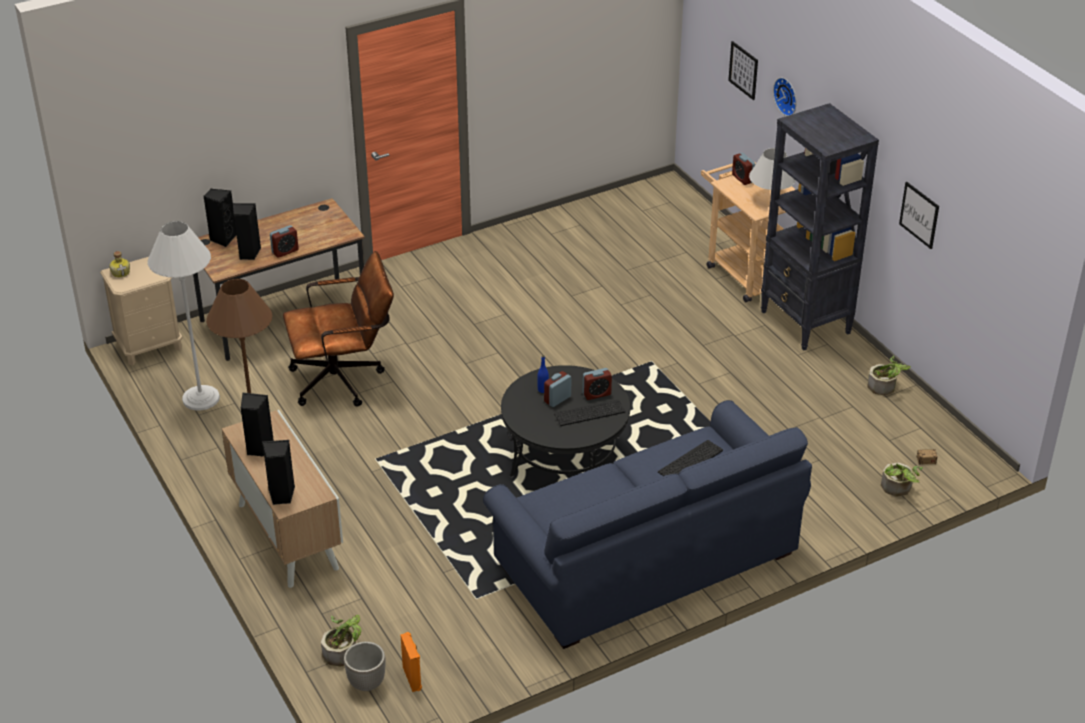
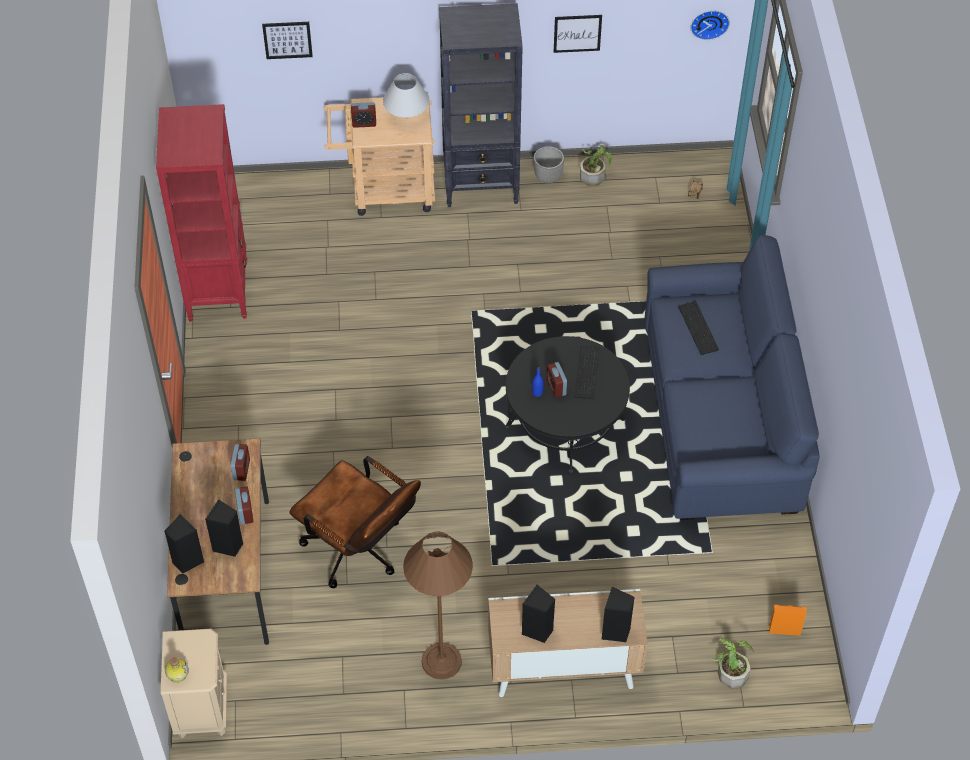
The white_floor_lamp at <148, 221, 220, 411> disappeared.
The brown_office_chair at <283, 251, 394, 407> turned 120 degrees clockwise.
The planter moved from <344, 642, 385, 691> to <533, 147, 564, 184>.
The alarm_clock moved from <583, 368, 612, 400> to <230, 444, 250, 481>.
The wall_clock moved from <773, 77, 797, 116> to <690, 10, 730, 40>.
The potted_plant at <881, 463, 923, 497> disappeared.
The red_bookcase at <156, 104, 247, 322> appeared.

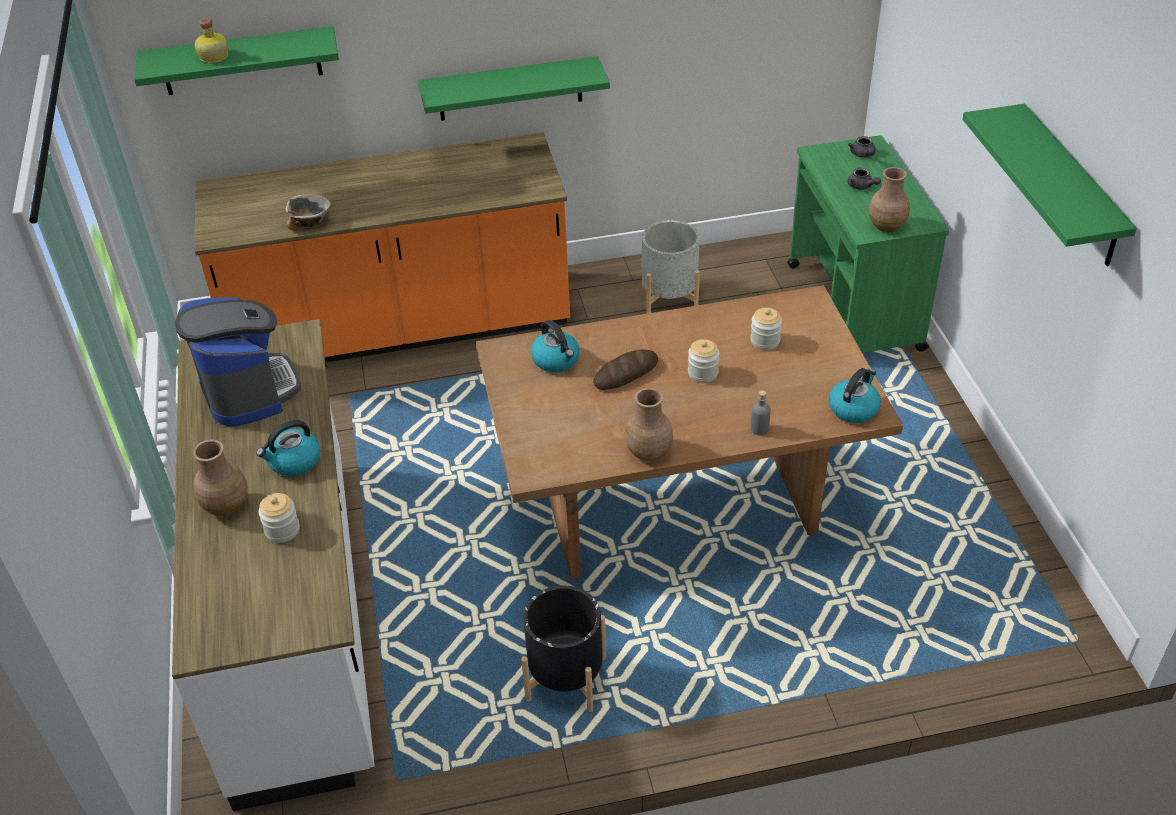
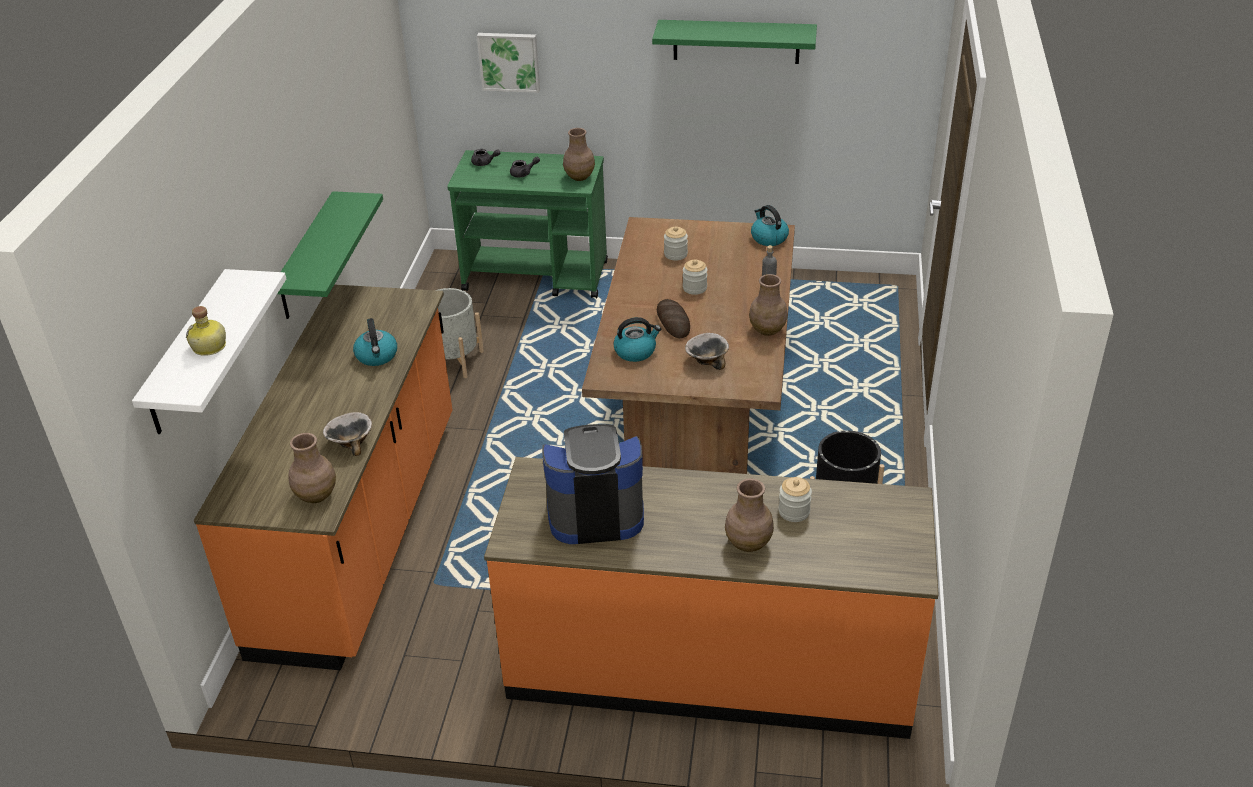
The green_shelf at <134, 26, 339, 95> became the white_shelf at <132, 269, 286, 434>.
The white_counter at <172, 319, 375, 811> became the orange_counter at <484, 457, 939, 739>.
The kettle moved from <256, 420, 320, 476> to <353, 318, 397, 366>.
The brown_vase at <289, 433, 336, 503> appeared.
The picture at <477, 33, 540, 93> appeared.
The bowl at <685, 333, 729, 370> appeared.

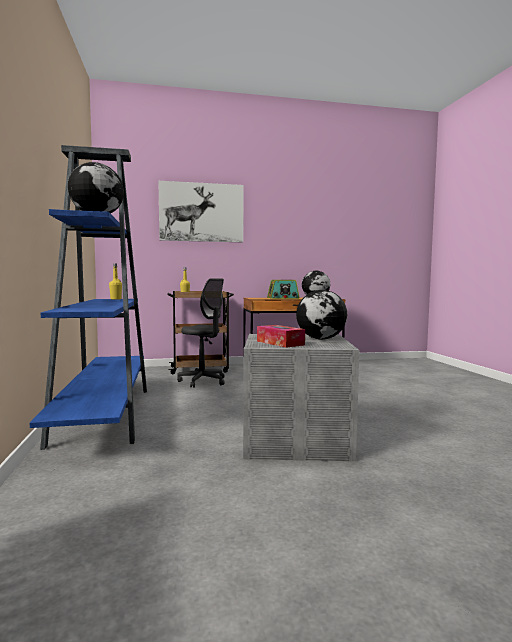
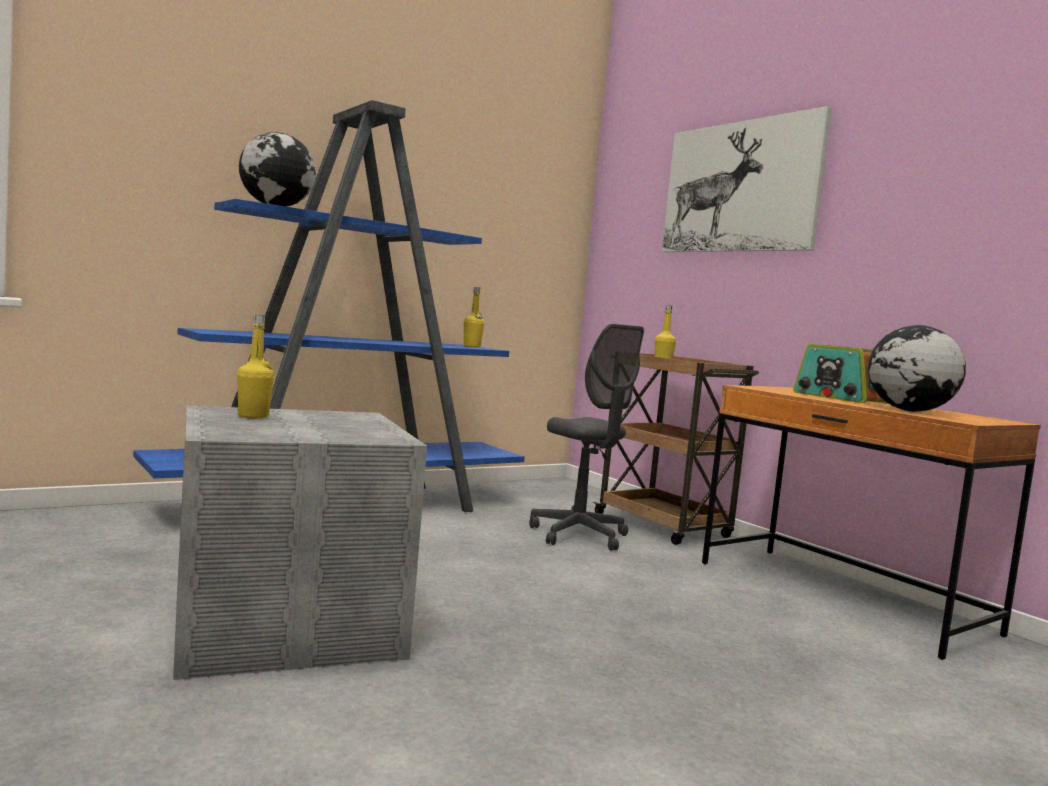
The grey_office_chair at <177, 278, 225, 388> turned 45 degrees counterclockwise.
The tissue_box at <257, 325, 305, 348> was replaced by the yellow_bottle at <237, 315, 274, 419>.
The globe at <296, 290, 347, 340> disappeared.

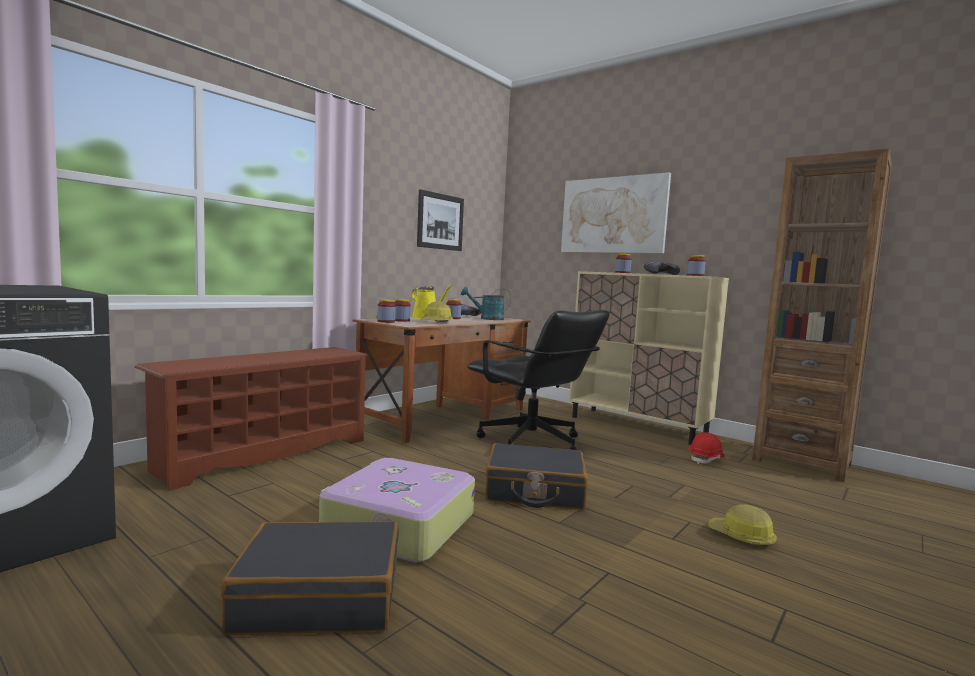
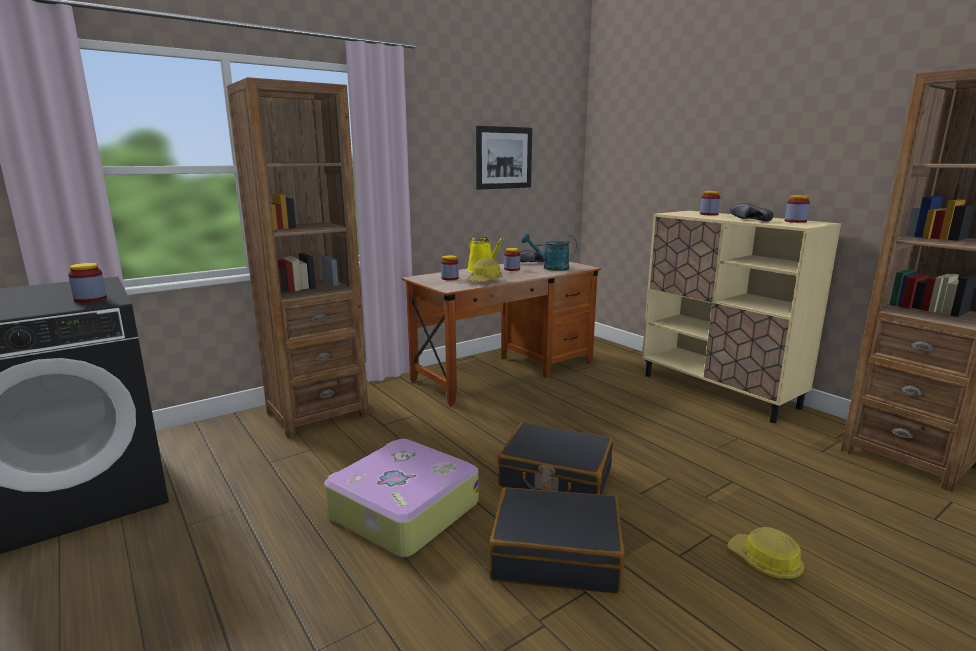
The brown_shoe_rack at <134, 347, 369, 491> was replaced by the brown_bookcase at <227, 77, 369, 438>.
The black_suitcase moved from <221, 521, 399, 635> to <489, 487, 625, 593>.
The jar moved from <377, 299, 396, 323> to <68, 263, 107, 303>.
The black_office_chair at <467, 310, 609, 450> disappeared.
The picture at <561, 172, 671, 253> disappeared.
The red_hard_hat at <689, 432, 725, 464> disappeared.

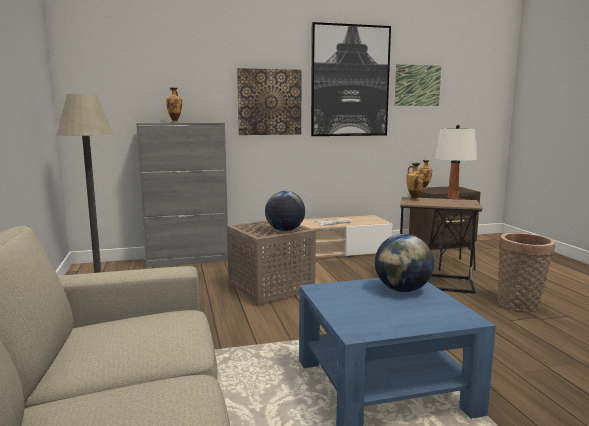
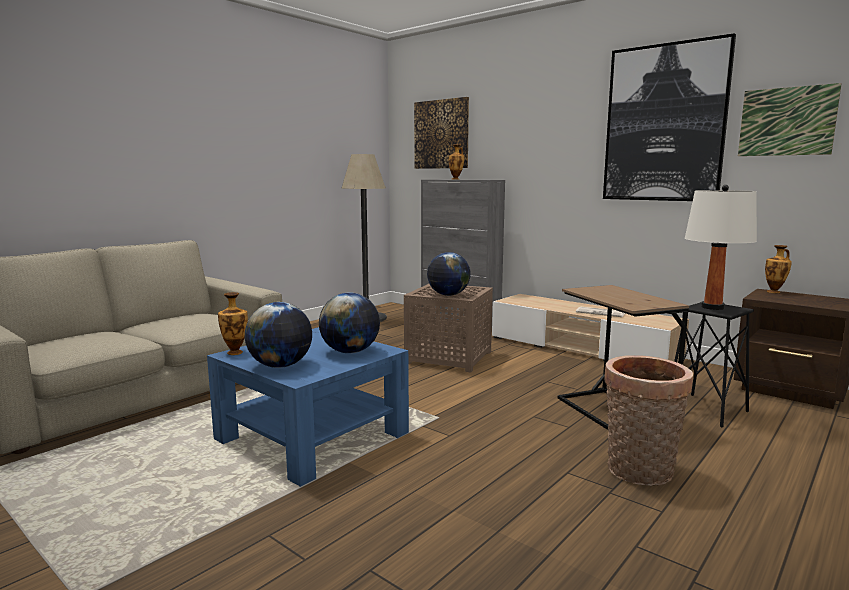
The picture moved from <237, 68, 301, 135> to <414, 97, 469, 169>.
The vase moved from <406, 163, 424, 201> to <218, 292, 248, 355>.
The globe at <245, 302, 312, 368> appeared.

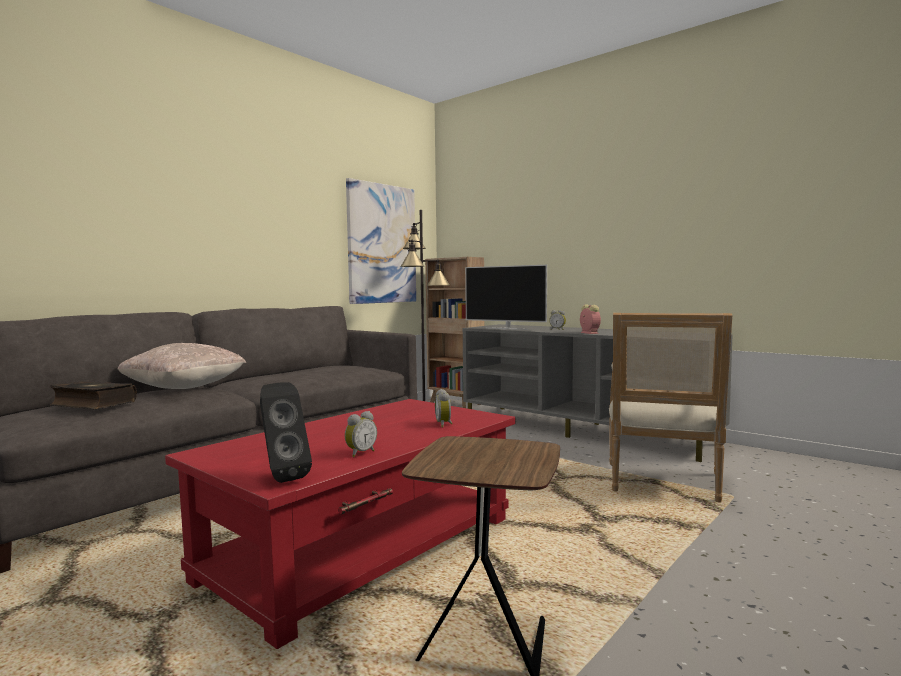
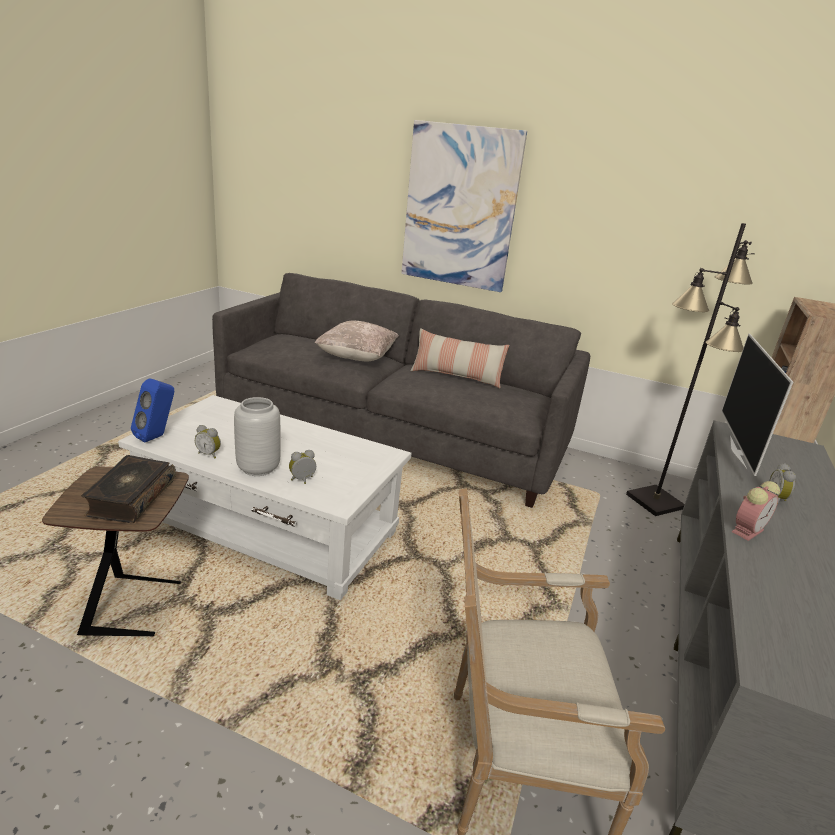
The book moved from <50, 381, 137, 409> to <81, 455, 176, 523>.
The red_coffee_table at <165, 399, 515, 649> became the white_coffee_table at <118, 395, 412, 600>.
The black_speaker at <260, 382, 312, 483> became the blue_speaker at <131, 378, 174, 443>.
The picture moved from <346, 178, 416, 304> to <401, 120, 527, 292>.
The grey_vase at <234, 397, 281, 476> appeared.
The pillow at <411, 328, 509, 388> appeared.

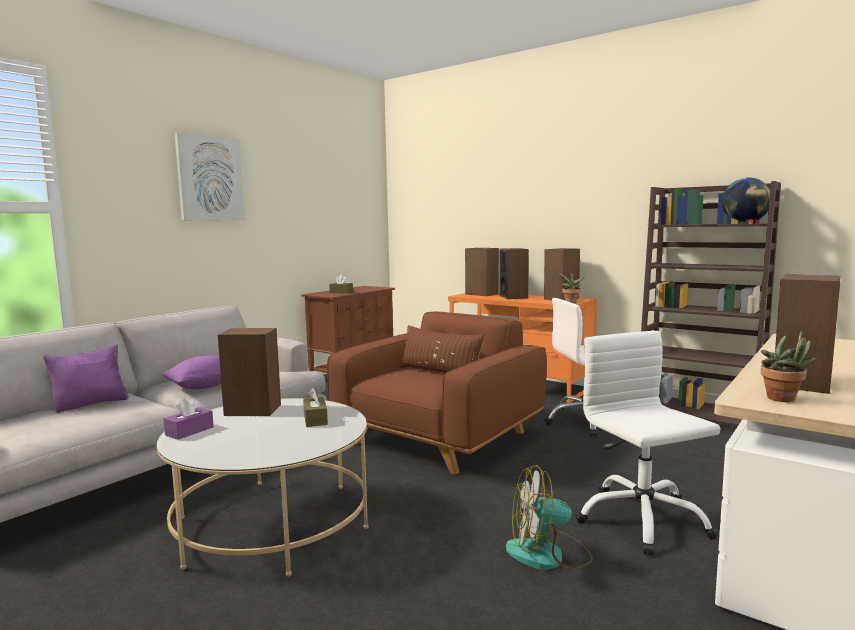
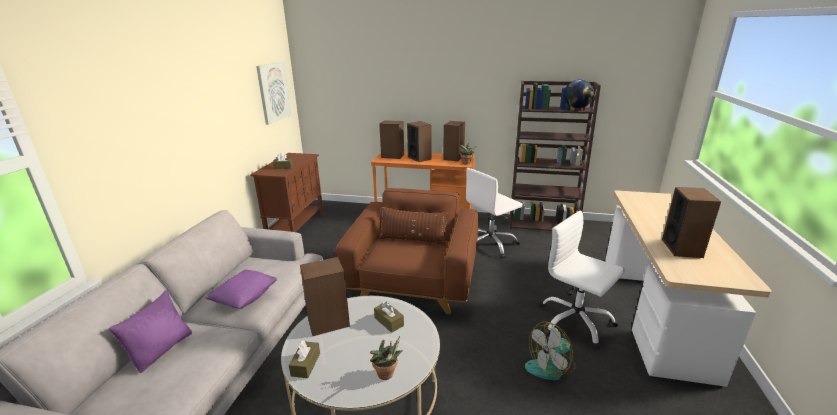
The purple_tissue_box at <164, 397, 214, 440> became the brown_tissue_box at <289, 340, 320, 378>.
The picture moved from <175, 133, 245, 220> to <256, 62, 291, 125>.
The potted_plant moved from <761, 330, 817, 402> to <370, 336, 403, 380>.

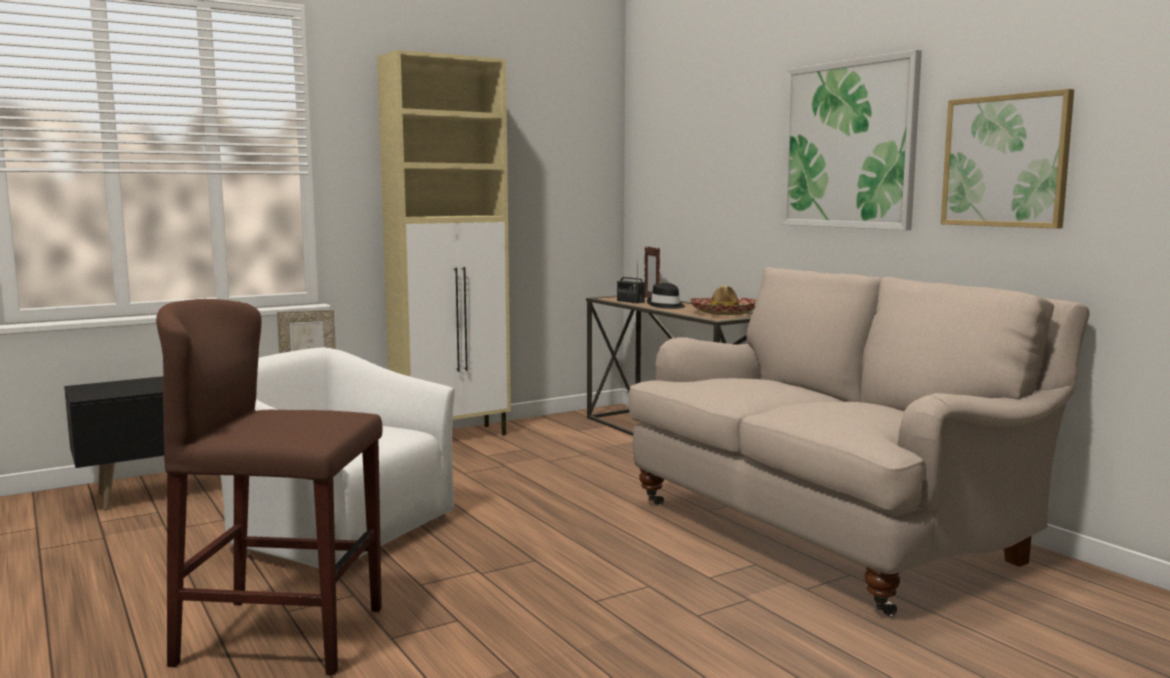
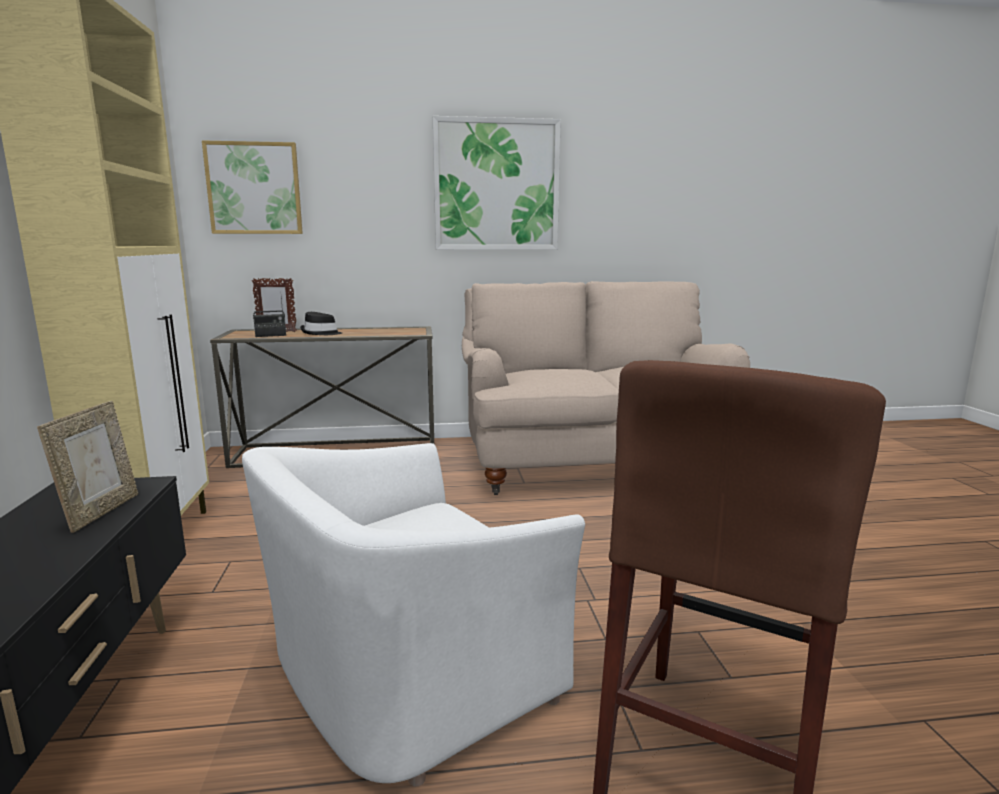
The hat at <690, 285, 757, 315> disappeared.
The picture moved from <941, 89, 1074, 229> to <202, 140, 303, 234>.

